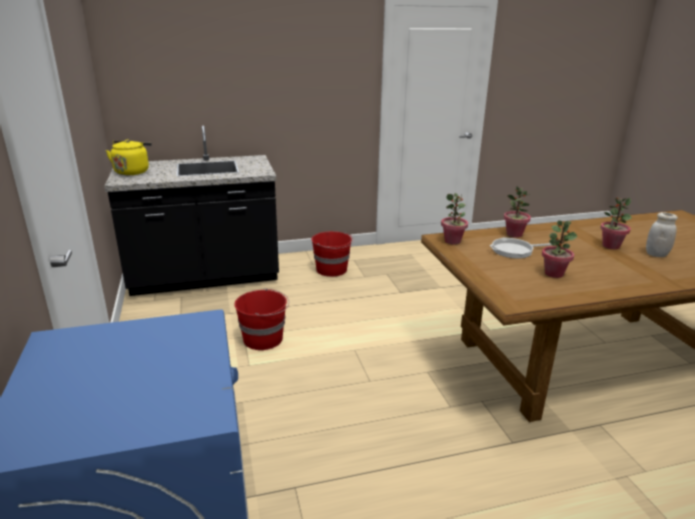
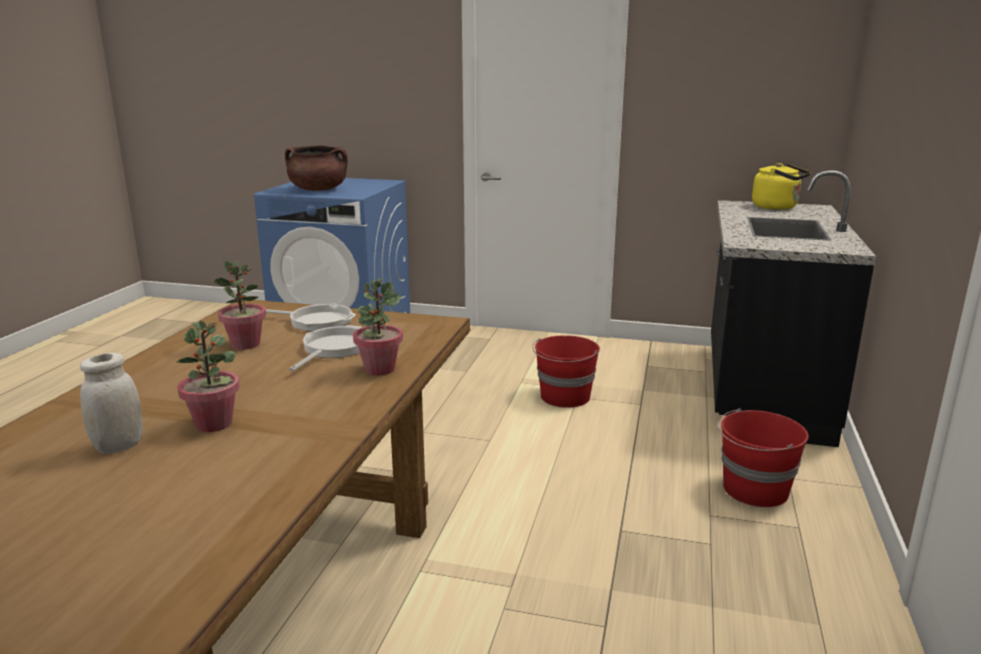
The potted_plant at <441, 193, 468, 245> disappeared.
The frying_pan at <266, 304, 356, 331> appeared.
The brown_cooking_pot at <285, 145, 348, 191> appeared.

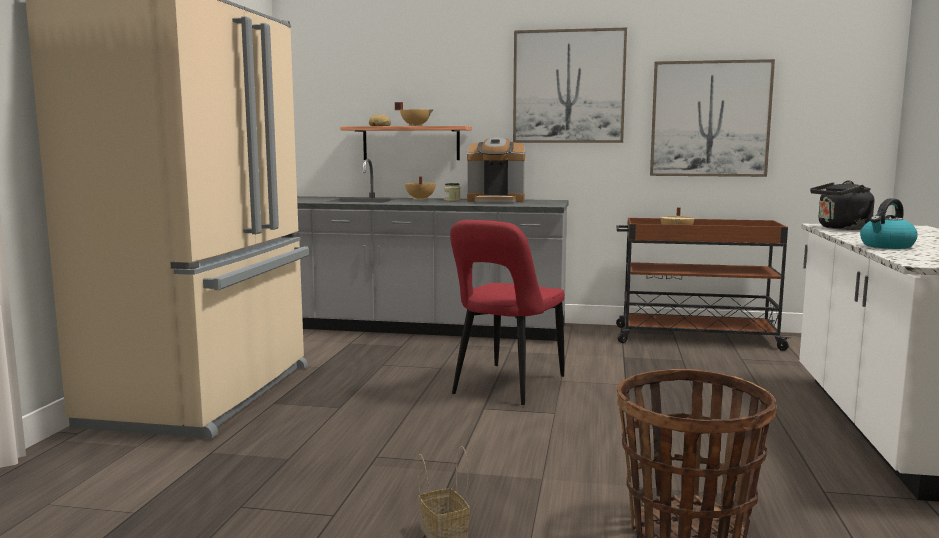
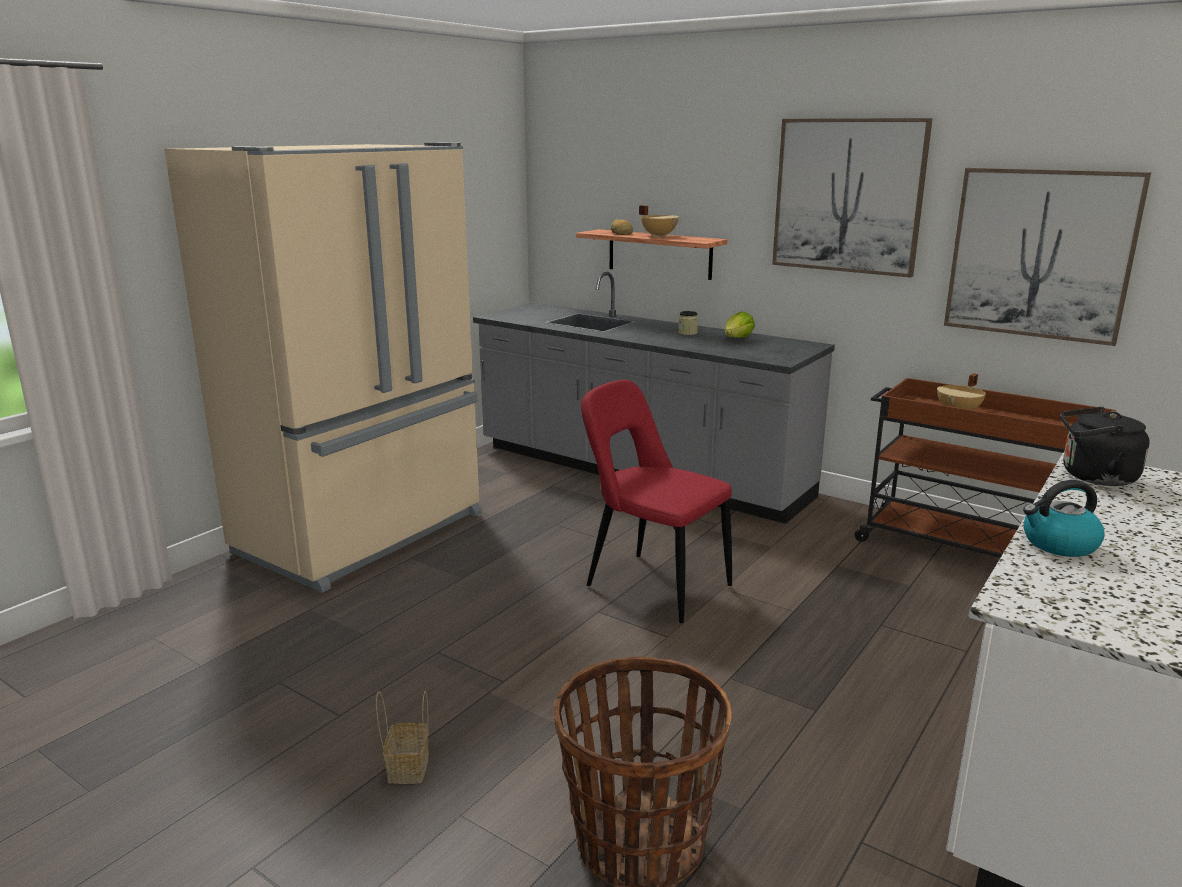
The beige_cooking_pot at <405, 176, 436, 200> disappeared.
The red_chair at <450, 220, 565, 405> turned 75 degrees clockwise.
The coffee_machine at <467, 137, 525, 203> was replaced by the lettuce at <725, 311, 755, 338>.

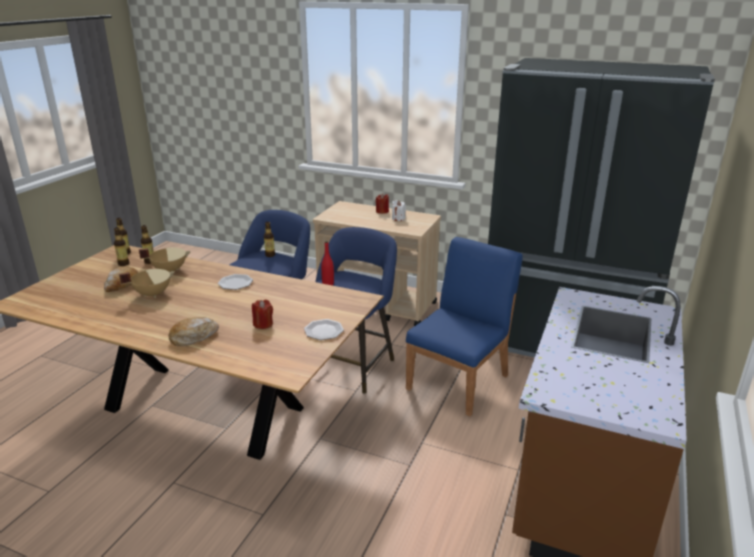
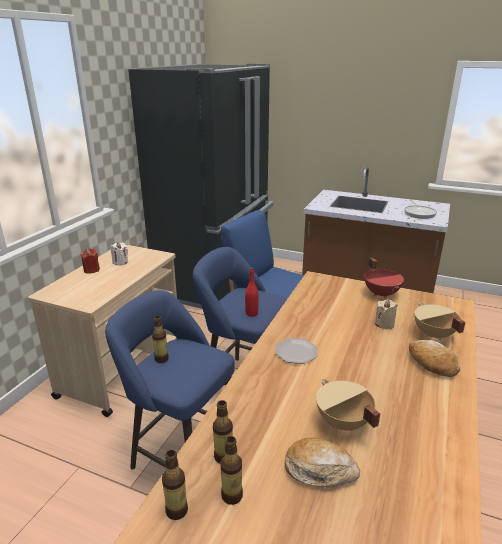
The beige_cooking_pot moved from <139, 247, 191, 272> to <414, 302, 466, 340>.
The red_candle at <252, 299, 273, 329> became the beige_candle at <375, 299, 398, 329>.
The plate at <304, 319, 344, 340> was replaced by the red_cooking_pot at <364, 258, 404, 298>.
The frying_pan at <404, 200, 437, 219> appeared.

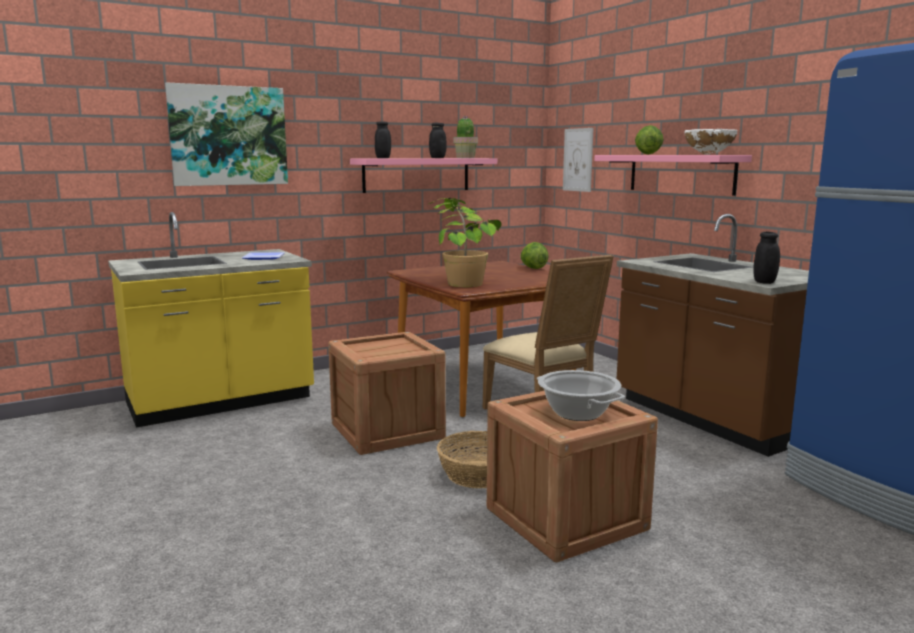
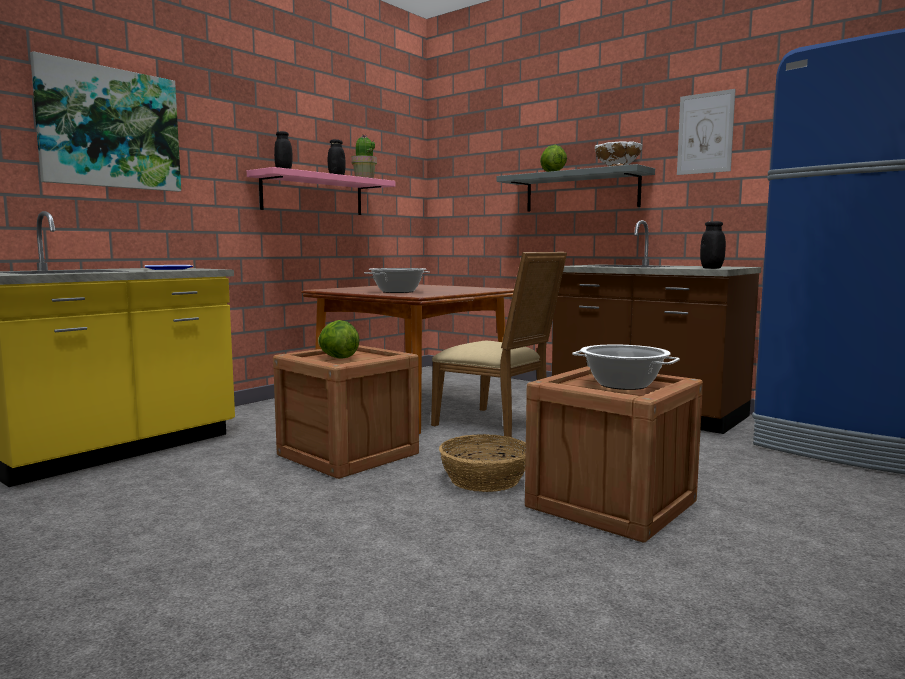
The potted_plant at <429, 198, 502, 287> was replaced by the cooking_pot at <364, 268, 430, 293>.
The lettuce moved from <520, 242, 549, 269> to <318, 320, 360, 358>.
The picture moved from <563, 128, 594, 192> to <677, 89, 736, 175>.
The pink_shelf at <594, 155, 752, 196> became the grey_shelf at <497, 164, 655, 212>.

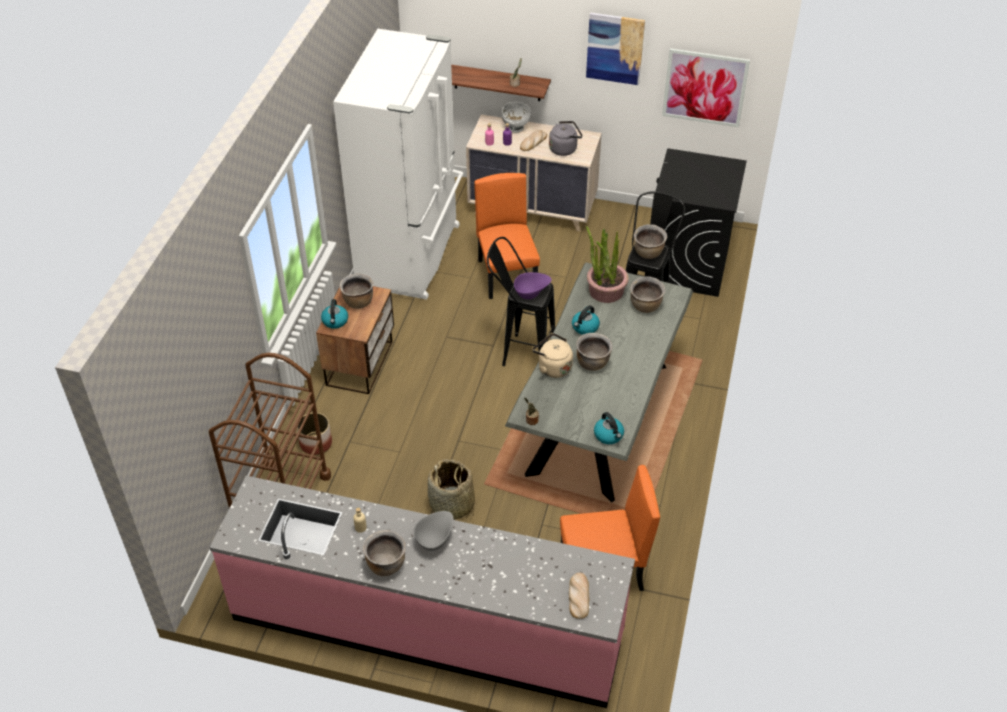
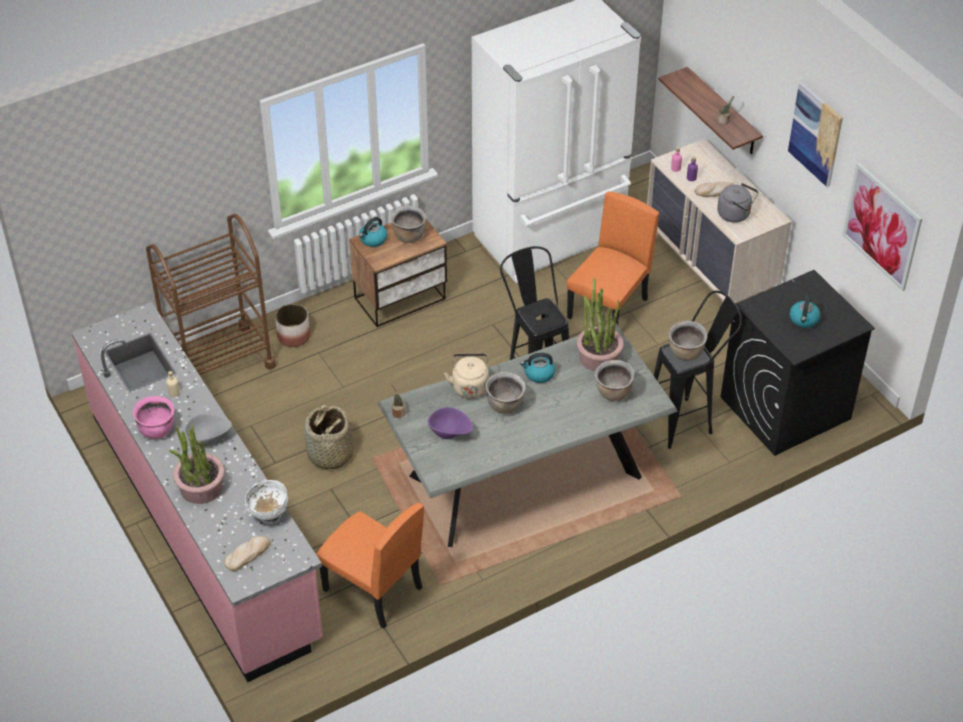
The brown_cooking_pot at <363, 530, 406, 576> became the pink_cooking_pot at <133, 396, 174, 439>.
The white_bowl moved from <502, 102, 531, 133> to <245, 480, 288, 524>.
The purple_bowl moved from <514, 272, 552, 299> to <428, 407, 473, 439>.
The kettle moved from <594, 412, 624, 444> to <790, 295, 821, 328>.
The potted_plant at <169, 425, 225, 504> appeared.

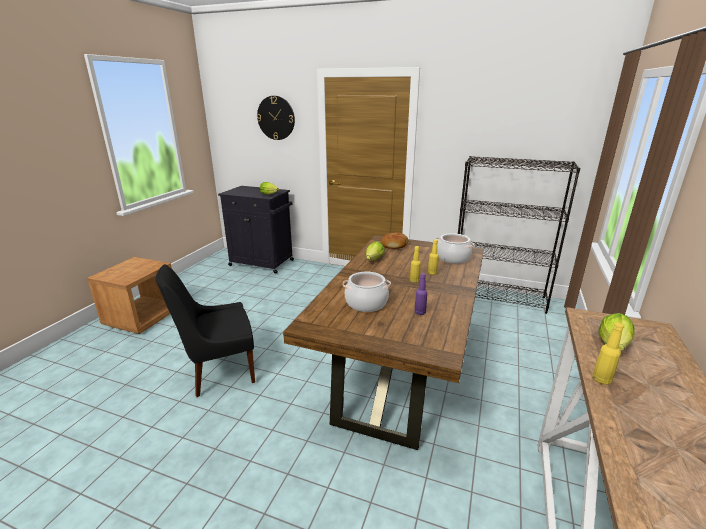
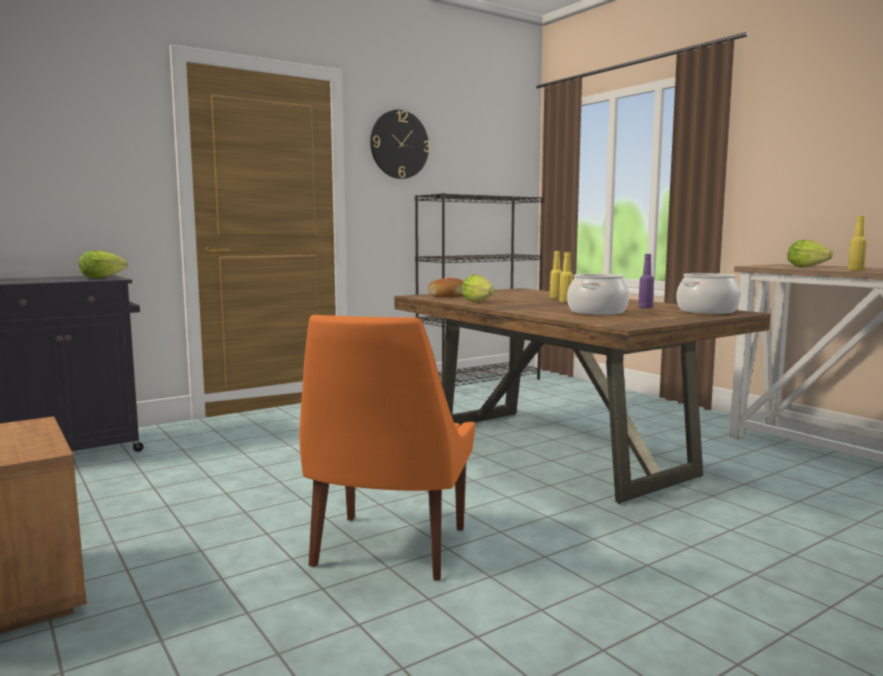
The black_chair at <156, 264, 255, 397> became the orange_chair at <300, 315, 475, 581>.
The wall_clock moved from <257, 96, 295, 140> to <370, 110, 430, 179>.
The cooking_pot moved from <436, 233, 474, 263> to <677, 273, 741, 314>.

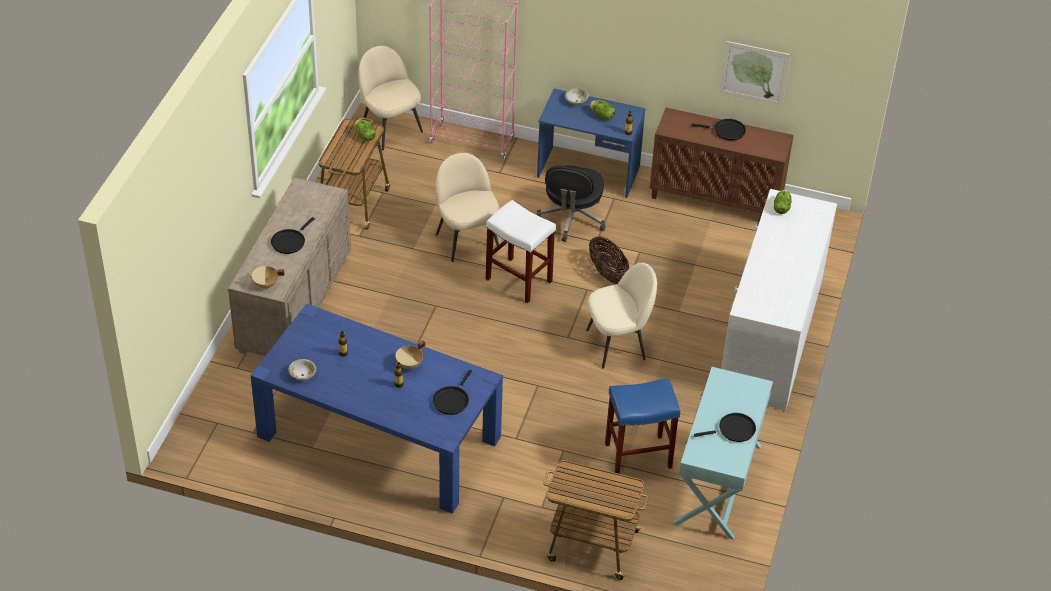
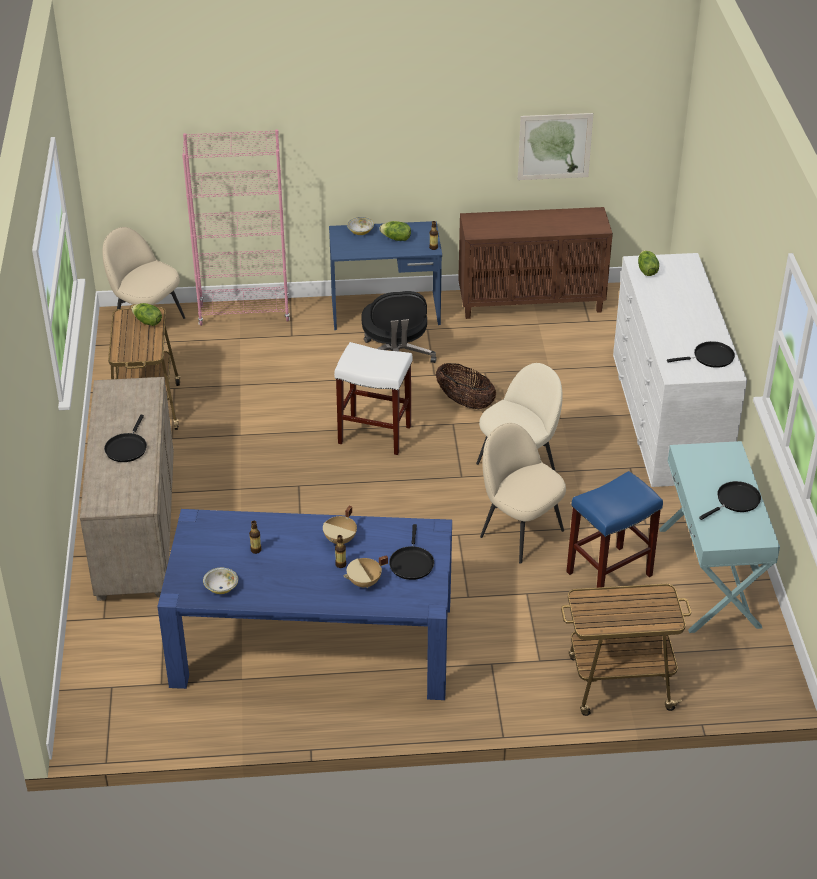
The beige_cooking_pot moved from <248, 266, 285, 289> to <343, 555, 388, 588>.
The beige_chair moved from <436, 153, 499, 262> to <480, 423, 566, 564>.
The black_frying_pan moved from <691, 119, 746, 141> to <667, 341, 735, 368>.

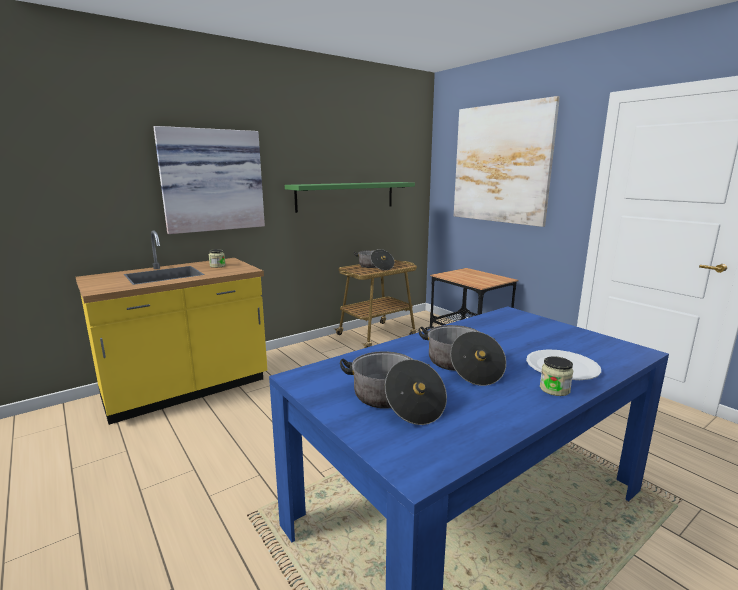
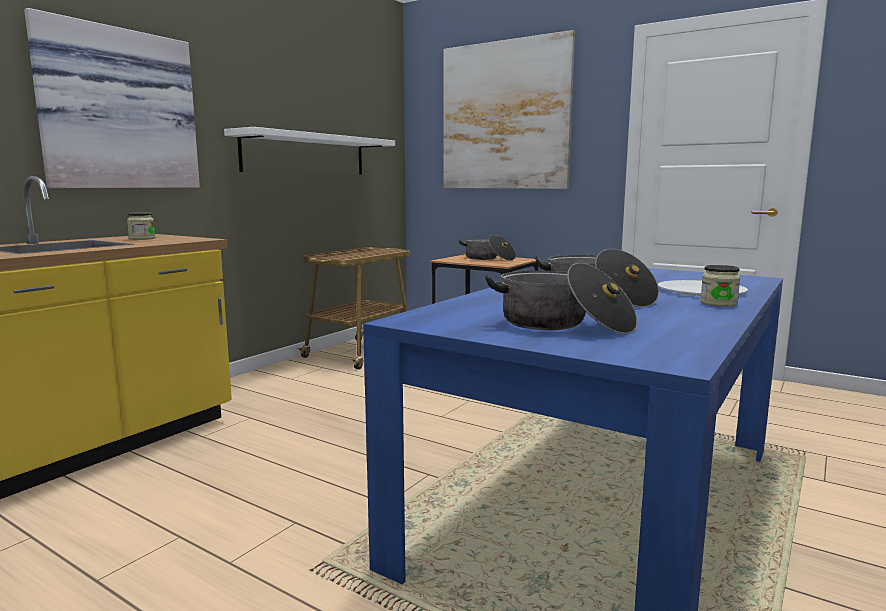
The green_shelf at <285, 182, 415, 213> became the white_shelf at <224, 127, 395, 175>.
The cooking_pot moved from <354, 249, 394, 270> to <459, 235, 516, 261>.

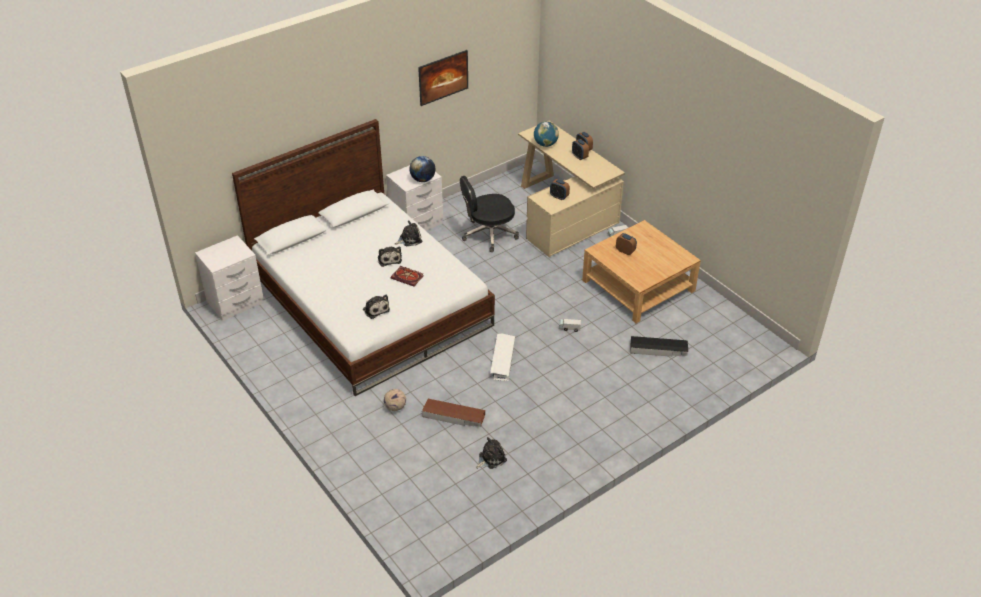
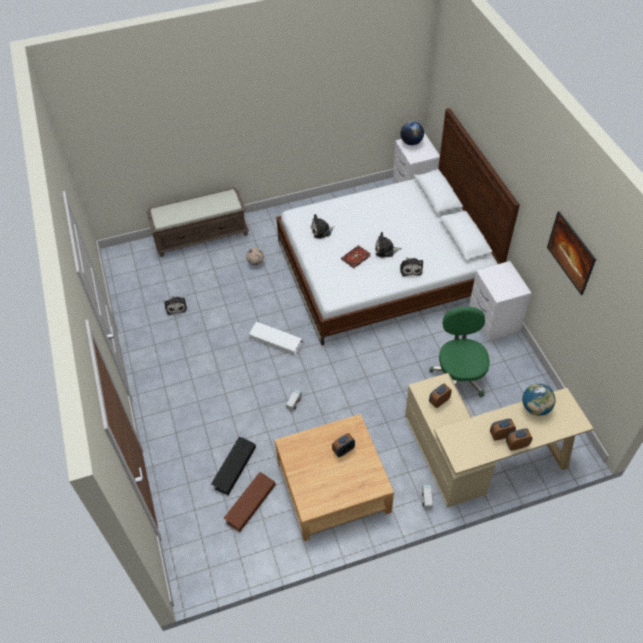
The globe moved from <409, 156, 435, 182> to <401, 121, 424, 145>.
The brown_storage_box moved from <422, 399, 485, 427> to <223, 472, 275, 532>.
The black_office_chair at <460, 176, 519, 252> became the green_office_chair at <429, 307, 490, 397>.
The brown_bench at <147, 188, 249, 257> appeared.

